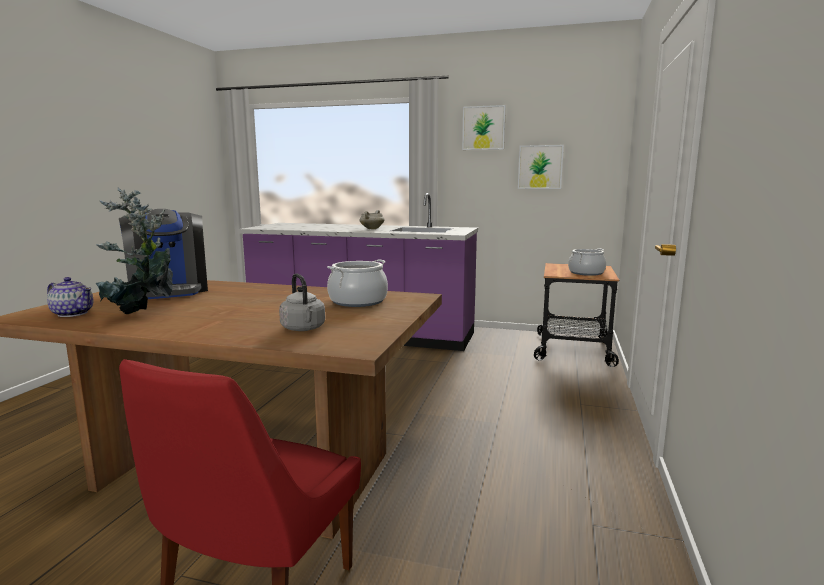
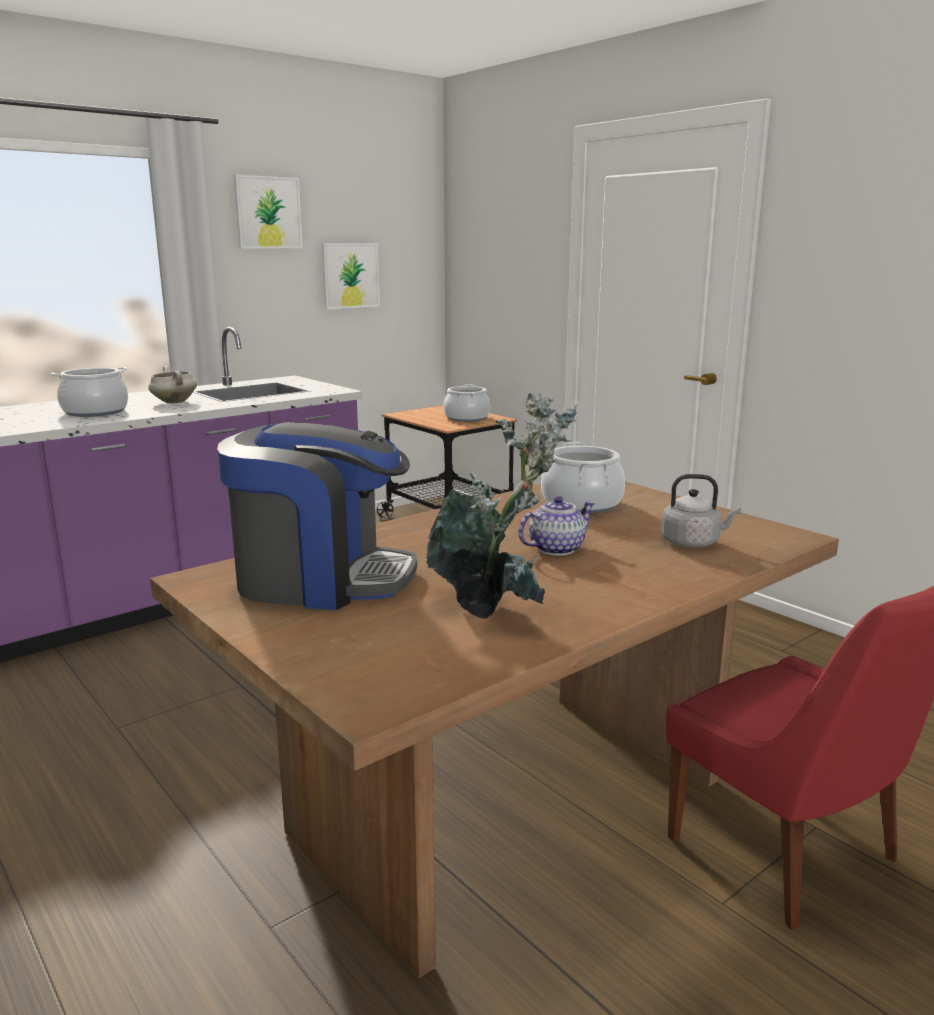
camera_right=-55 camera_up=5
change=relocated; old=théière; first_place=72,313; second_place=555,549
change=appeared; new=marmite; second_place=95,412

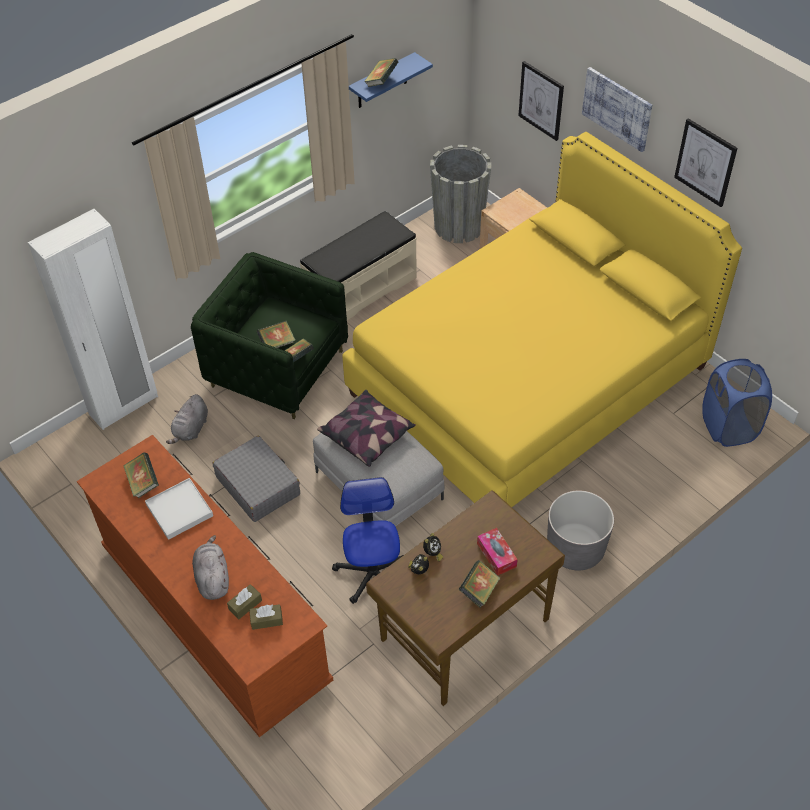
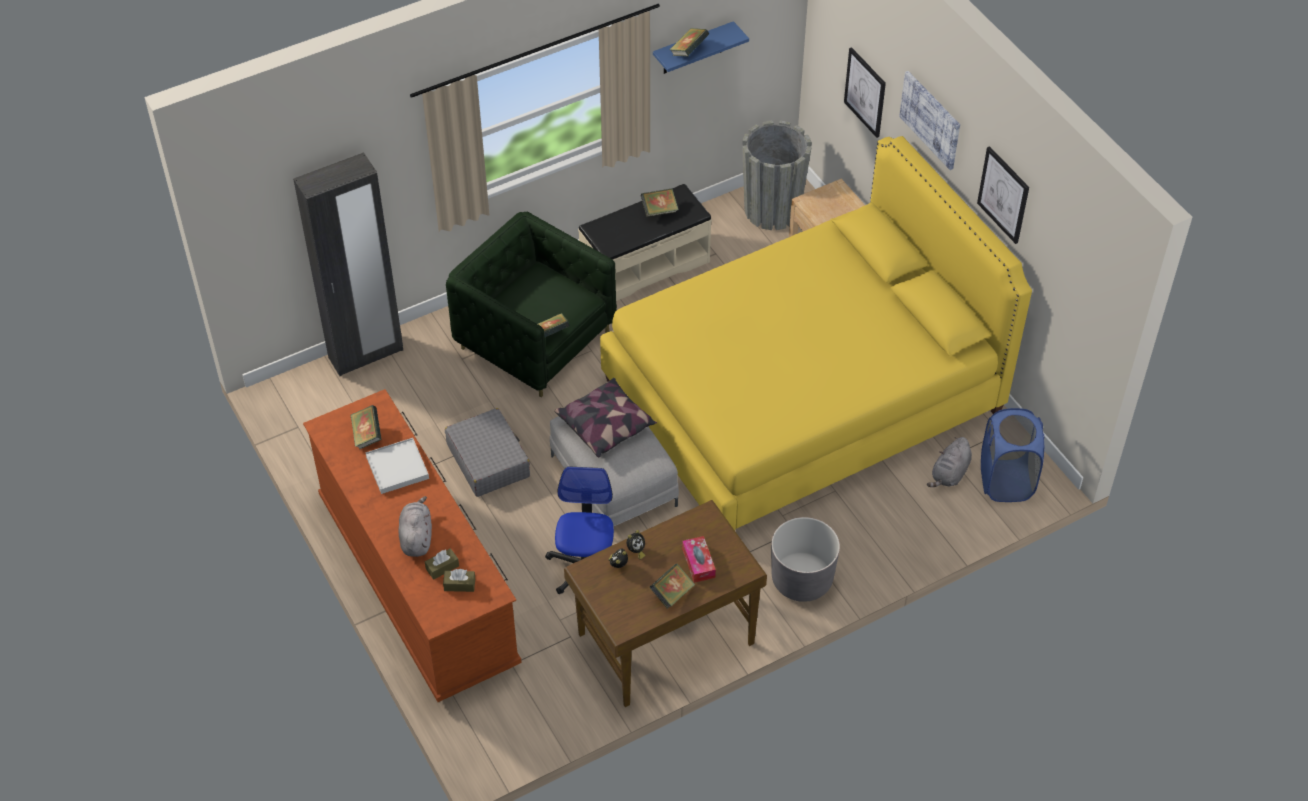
camera_right=10 camera_up=0
change=colour; old=armoire/blanc; new=armoire/noir; first_place=124,406; second_place=366,354
change=relocated; old=peluche/gris; first_place=191,429; second_place=949,474
change=relocated; old=livre; first_place=277,343; second_place=659,210

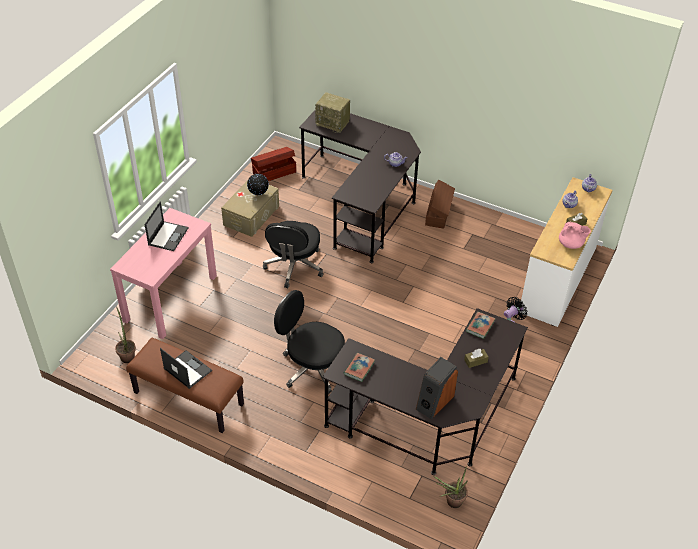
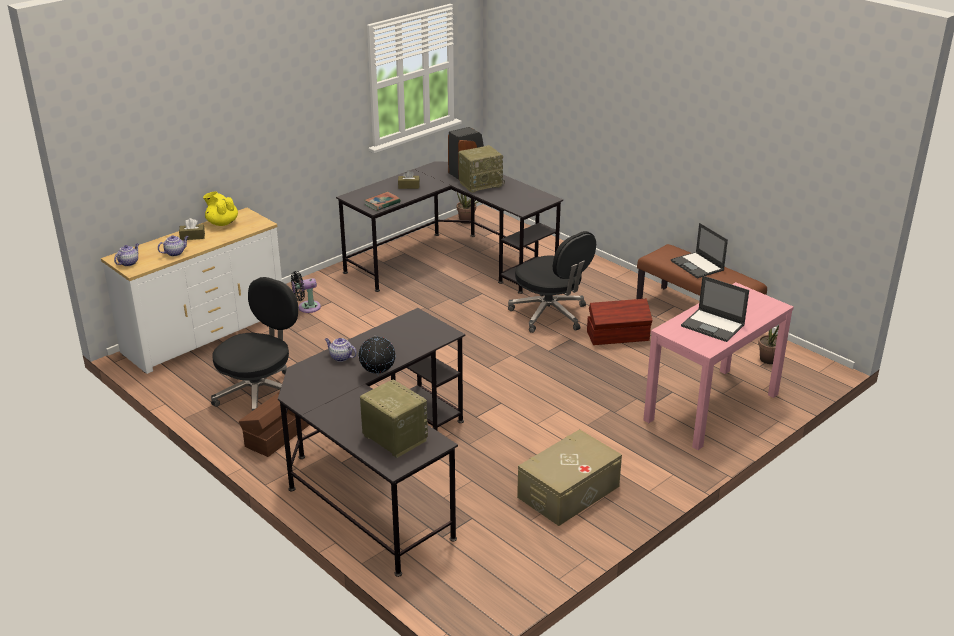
camera_right=-160 camera_up=-15
change=spun; old=ordinateur portable; first_place=168,236; second_place=713,326; degrees=-90
change=relocated; old=globe; first_place=258,194; second_place=378,374
change=relocated; old=boîte de rangement/marron; first_place=273,172; second_place=618,336
change=relocated; old=chaise de bureau/noir; first_place=294,266; second_place=260,393
change=missing; old=livre; first_place=359,368
change=colour; old=théière/rose; new=théière/jaune; first_place=571,244; second_place=222,223
change=appeared; new=radio; second_place=481,184

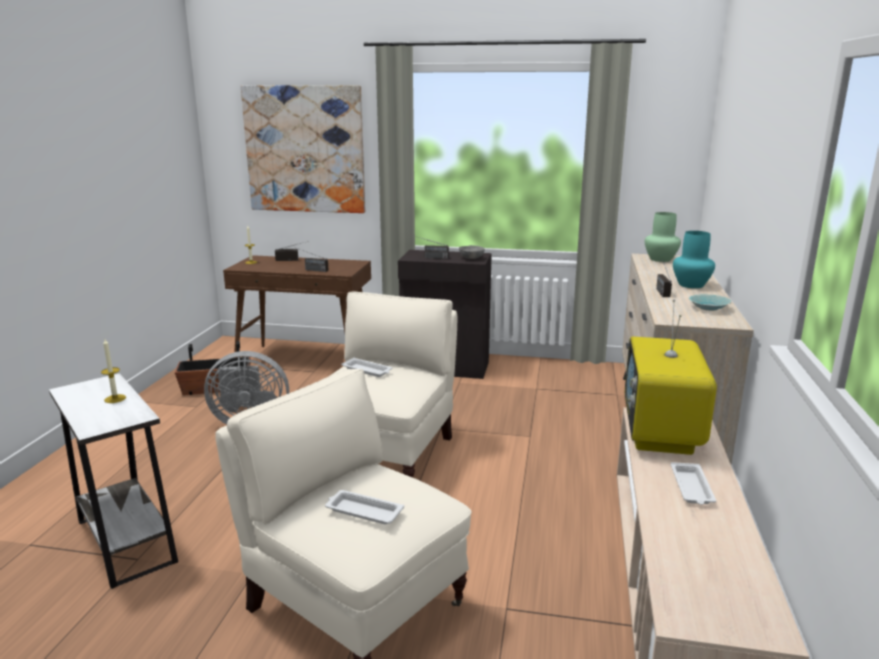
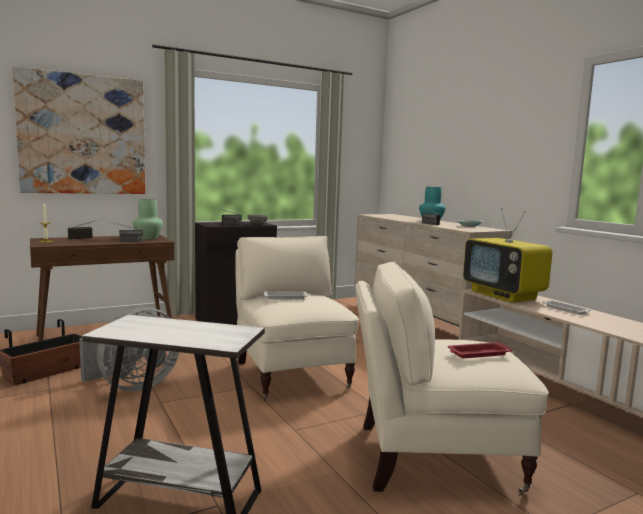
camera_right=-40 camera_up=-10
change=missing; old=bougie; first_place=115,399
change=colour; old=plateau/blanc; new=plateau/rouge; first_place=363,511; second_place=478,354
change=relocated; old=vase/vert; first_place=660,259; second_place=148,238

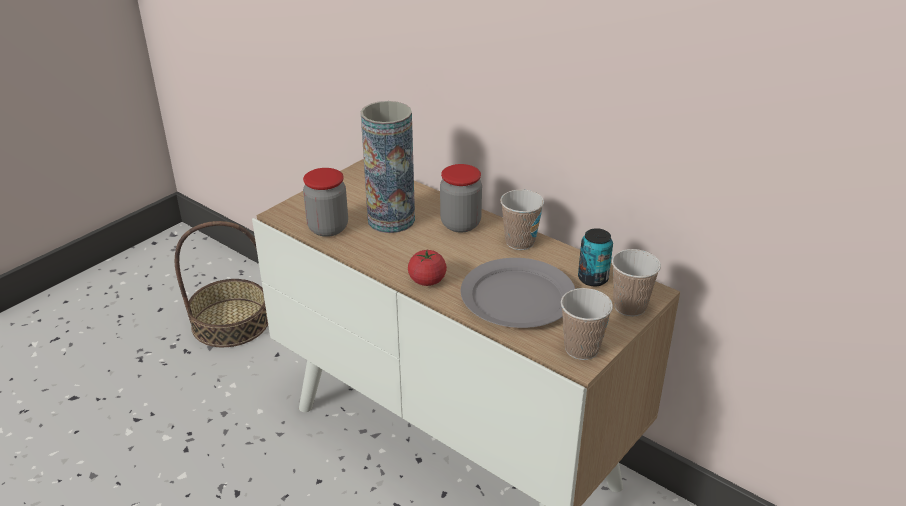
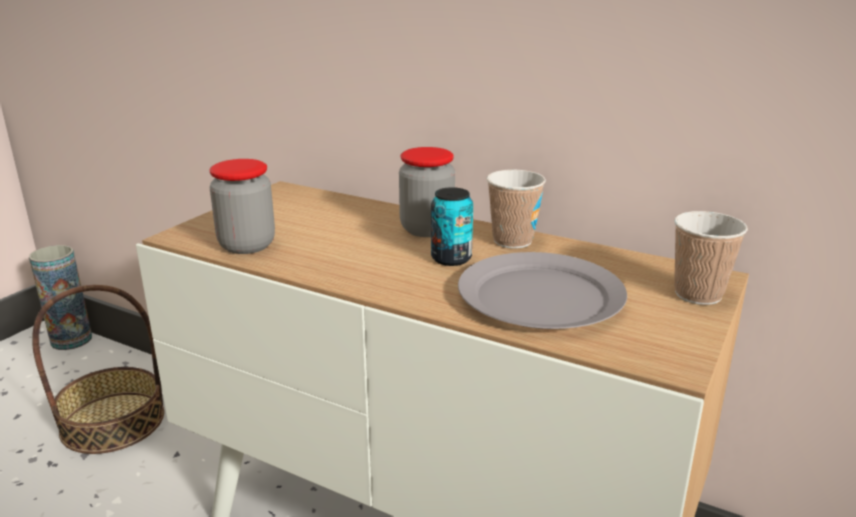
camera_right=-10 camera_up=-10
change=relocated; old=vase; first_place=391,220; second_place=71,340
change=missing; old=tomate; first_place=427,280
change=missing; old=tasse; first_place=581,349
change=relocated; old=boîte métallique; first_place=593,279; second_place=451,258

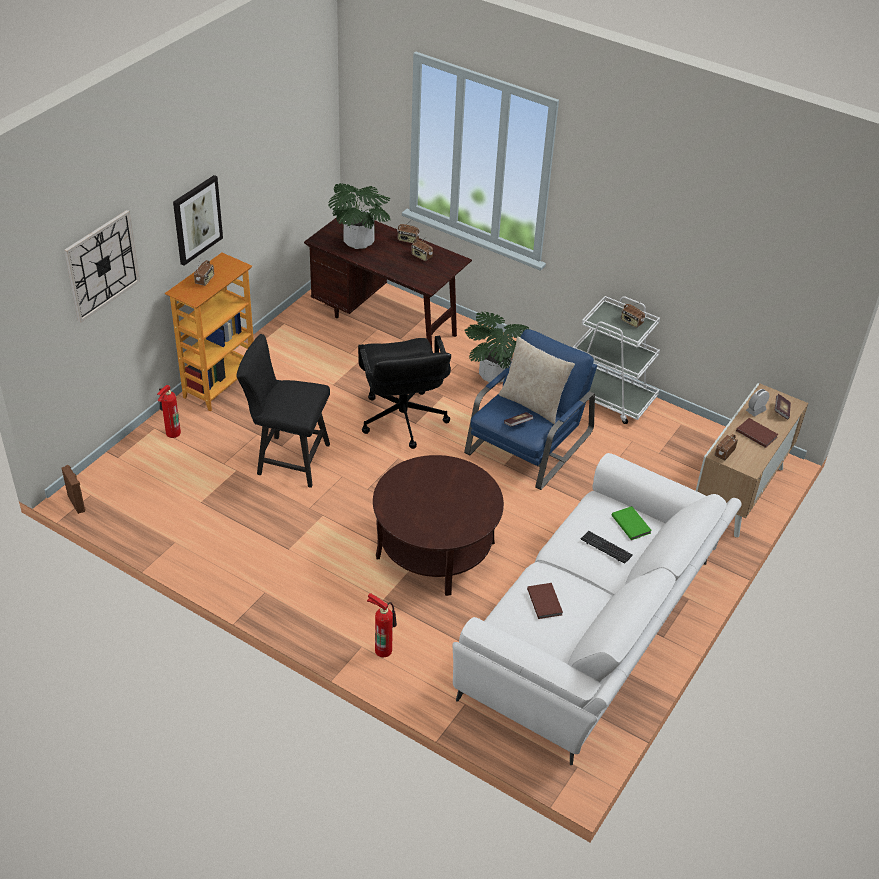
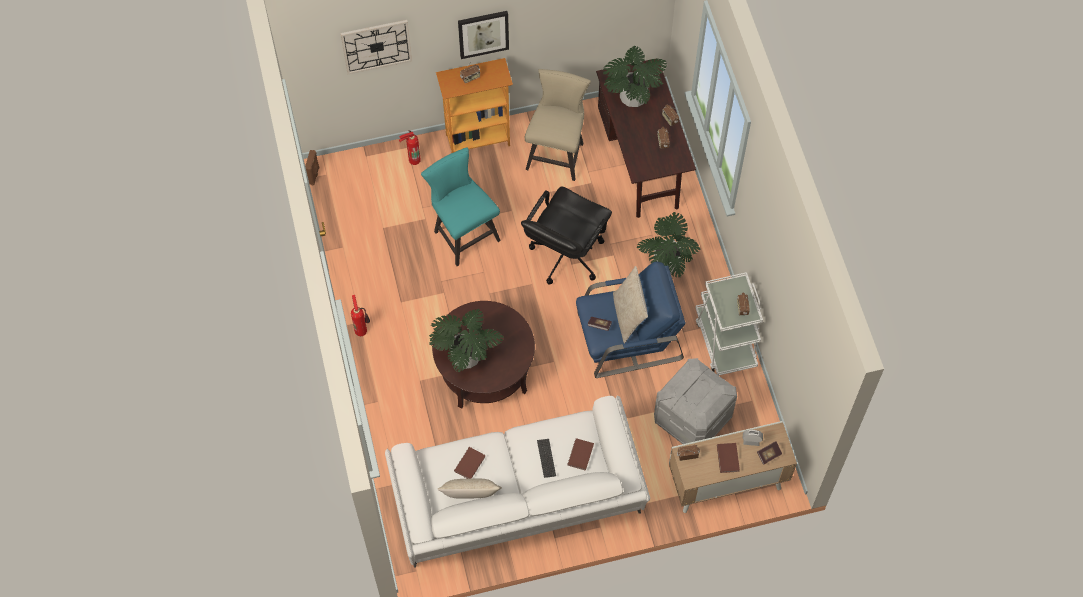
camera_right=45 camera_up=20
change=colour; old=chaise/noir; new=chaise/turquoise; first_place=287,459; second_place=463,233
change=relocated; old=extincteur; first_place=383,648; second_place=362,329
change=colour; old=livre/vert; new=livre/marron; first_place=631,523; second_place=581,454
change=appeared; new=plante en pot; second_place=466,357
change=appeared; new=coussin/beige; second_place=471,498
change=appeared; new=chaise/beige; second_place=557,153
change=appeared; new=boîte de rangement/gris; second_place=692,418

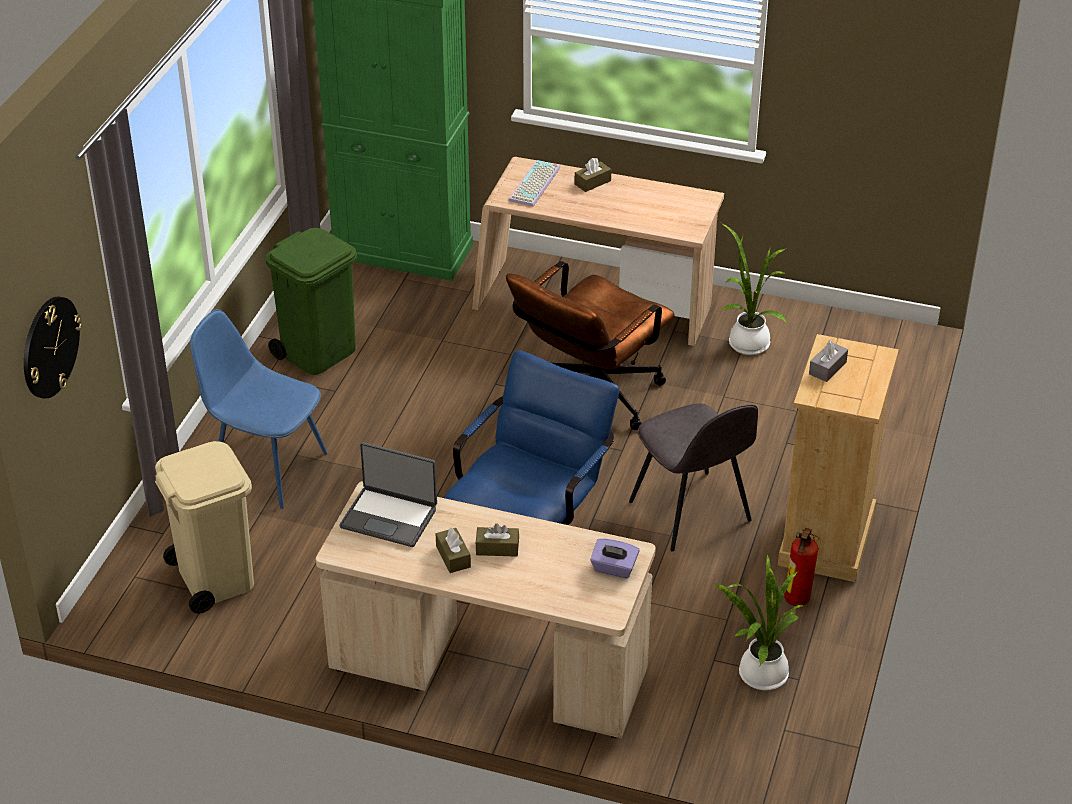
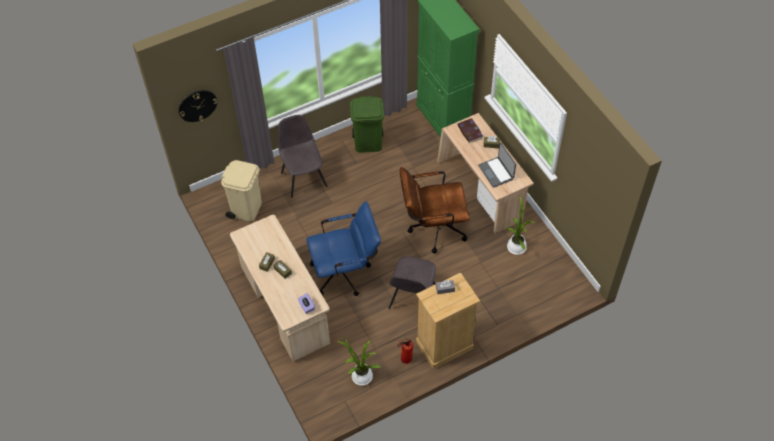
camera_right=45 camera_up=15
change=colour; old=chaise/bleu; new=chaise/gris; first_place=267,468; second_place=303,178
change=relocated; old=ordinateur portable; first_place=389,517; second_place=496,172
change=exchanged; old=clavier; new=livre; first_place=535,185; second_place=470,131

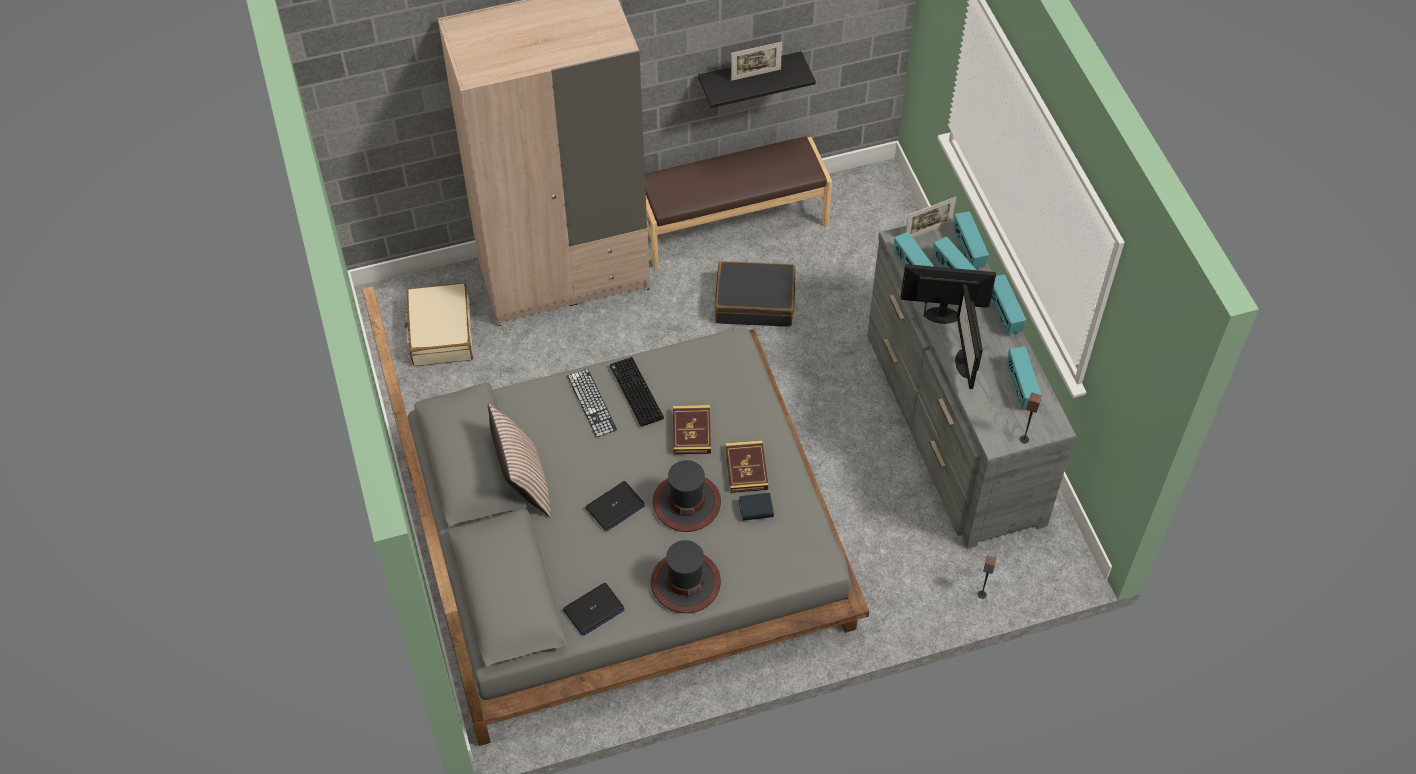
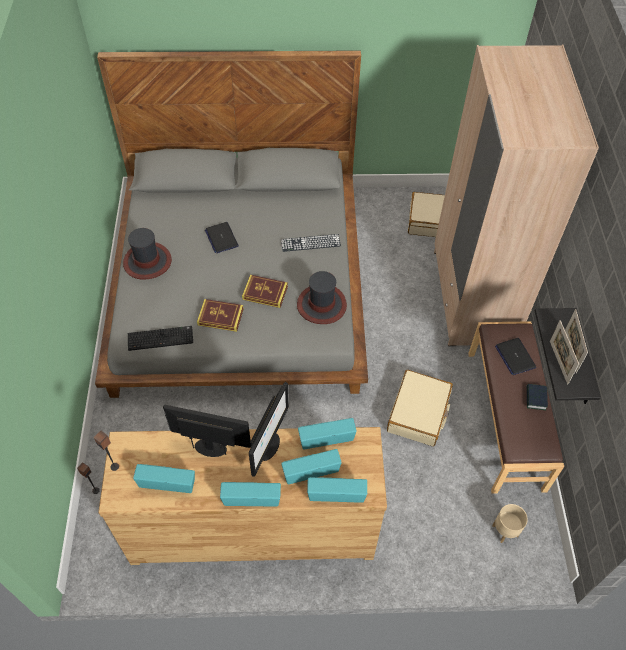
camera_right=105 camera_up=0
change=missing; old=coussin; first_place=523,483
change=relocated; old=ordinateur portable; first_place=593,610; second_place=515,357
change=relocated; old=clavier; first_place=634,392; second_place=161,338
change=relocated; old=chapeau; first_place=686,502; second_place=322,305
change=colour; old=valise/noir; new=valise/beige; first_place=755,302; second_place=419,413
change=relocated; old=livre; first_place=756,509; second_place=535,398
change=colour; old=commode/gris; new=commode/marron; first_place=952,426; second_place=252,524
change=relocated; old=cadre photo; first_place=928,231; second_place=558,362
change=appeared; new=cache-pot/beige; second_place=504,530

